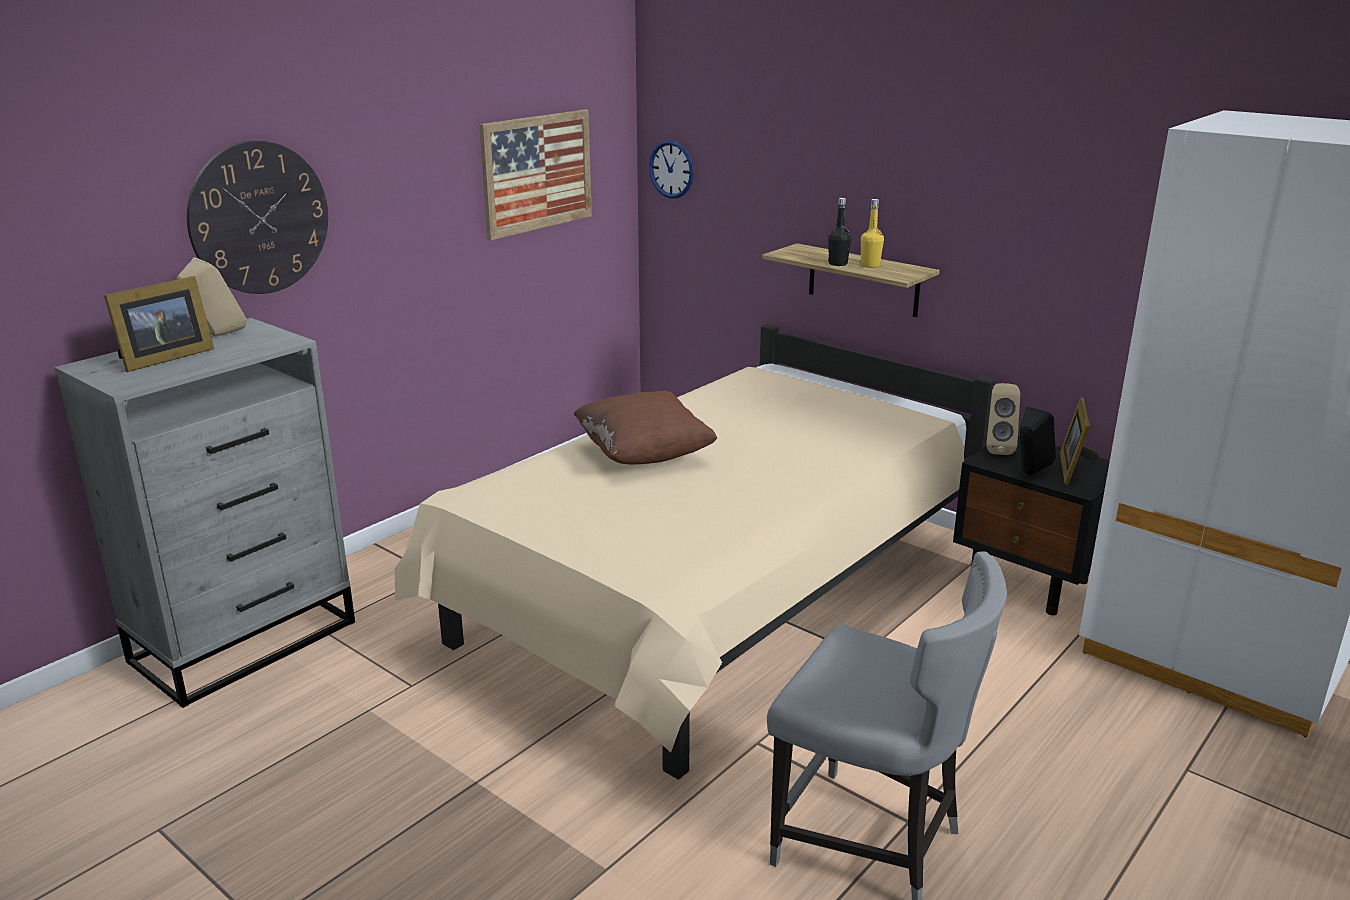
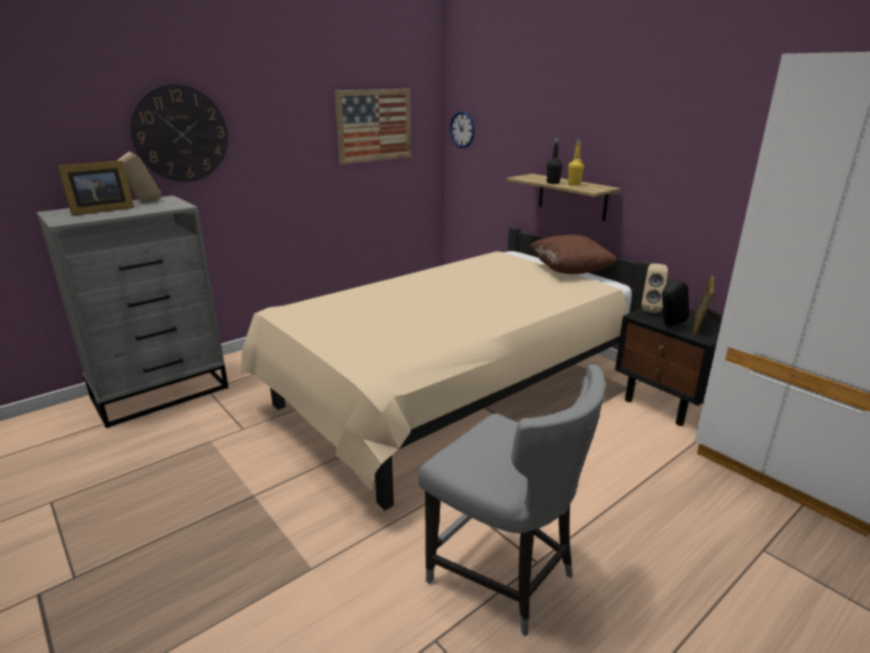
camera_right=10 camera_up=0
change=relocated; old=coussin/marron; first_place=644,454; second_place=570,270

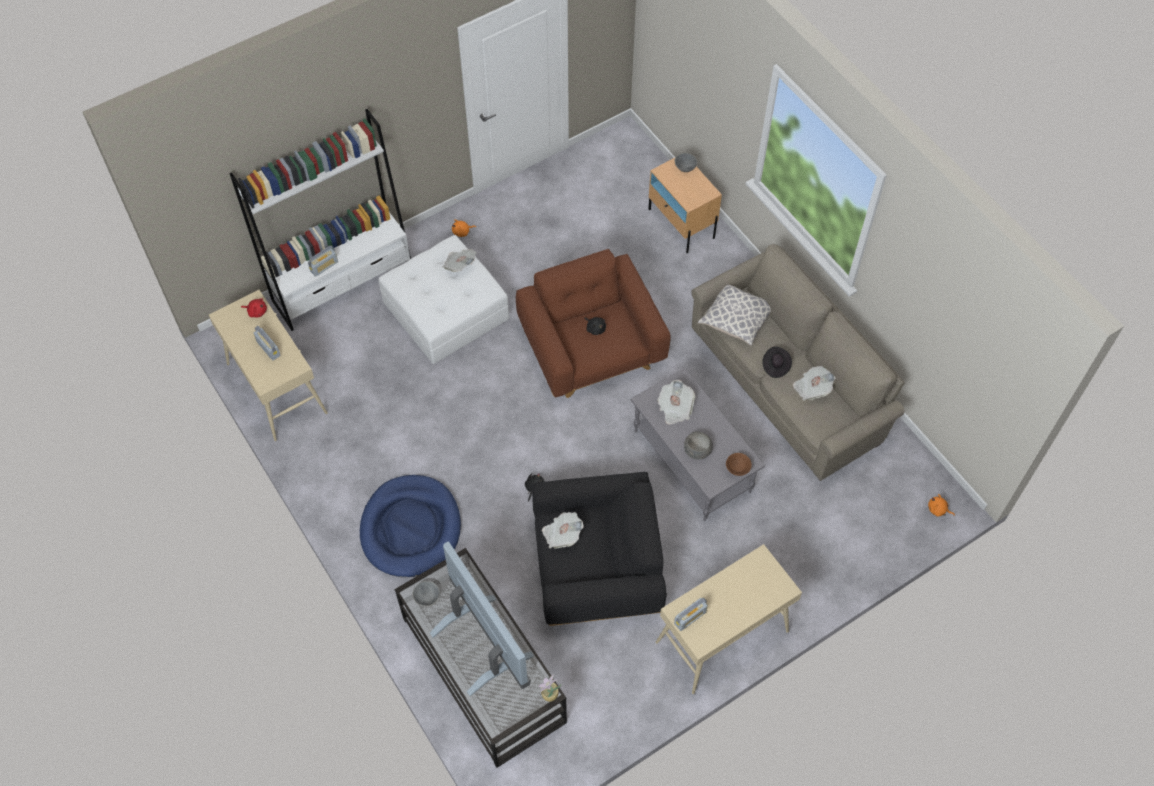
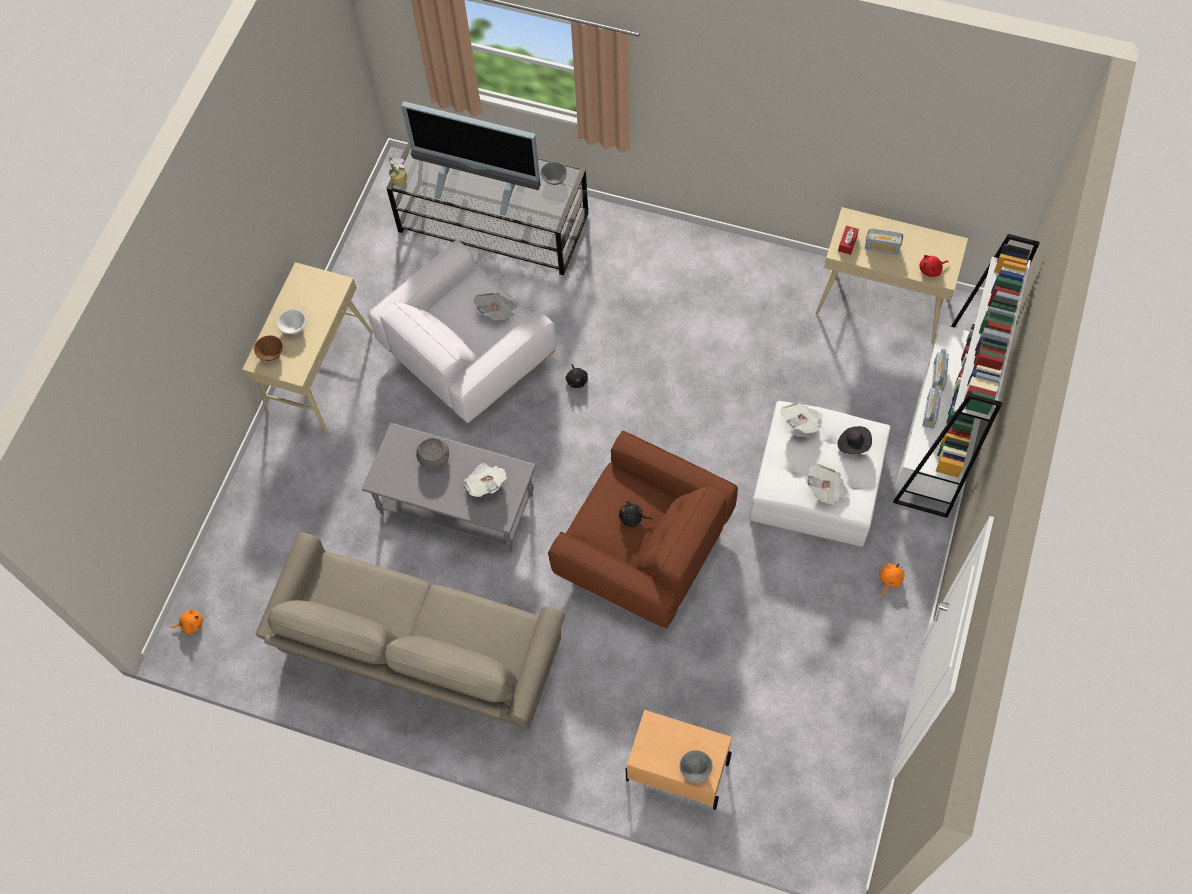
camera_right=145 camera_up=5
change=missing; old=panier pour chien/bleu; first_place=411,528
change=colour; old=fauteuil/noir; new=fauteuil/blanc; first_place=596,566; second_place=468,355
change=relocated; old=radio; first_place=690,617; second_place=930,412
change=missing; old=coussin; first_place=735,320
change=relocated; old=bol/marron; first_place=738,469; second_place=271,355
change=relocated; old=chapeau/noir; first_place=775,366; second_place=853,444
change=relocated; old=journal; first_place=812,388; second_place=802,423
change=appeared; new=bol/blanc; second_place=294,327
change=appeared; new=boîte à mouchoirs/rouge; second_place=847,243

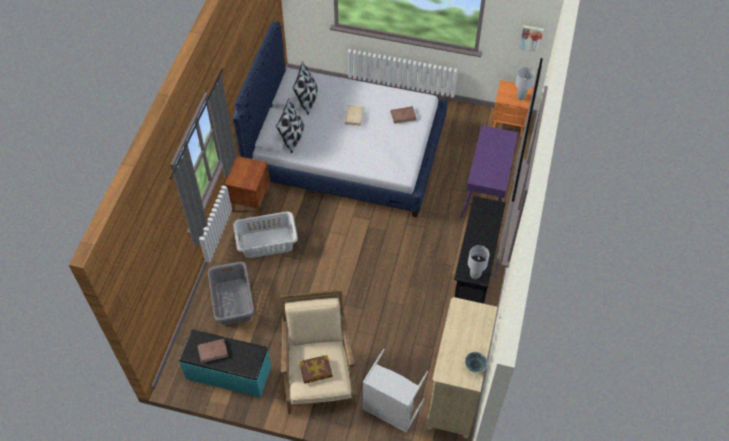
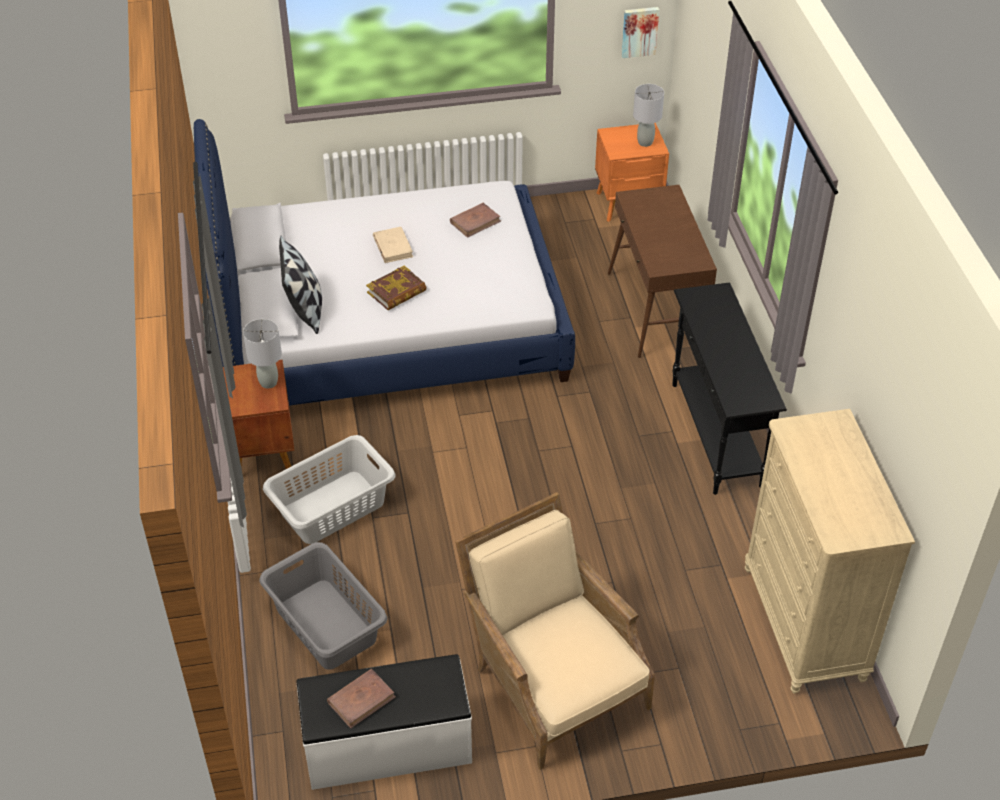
camera_right=-25 camera_up=-10
change=colour; old=banc/turquoise; new=banc/blanc; first_place=228,373; second_place=388,746
change=missing; old=coussin; first_place=307,100
change=relocated; old=livre; first_place=316,371; second_place=397,292
change=missing; old=panier à linge/gris; first_place=390,410
change=colour; old=table console/violet; new=table console/marron; first_place=486,193; second_place=656,311
change=missing; old=bol; first_place=475,366
change=relocated; old=lampe de table/gris; first_place=475,275; second_place=268,382

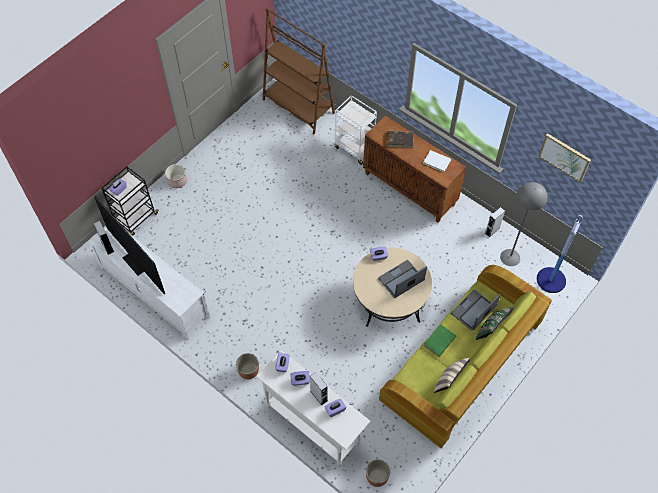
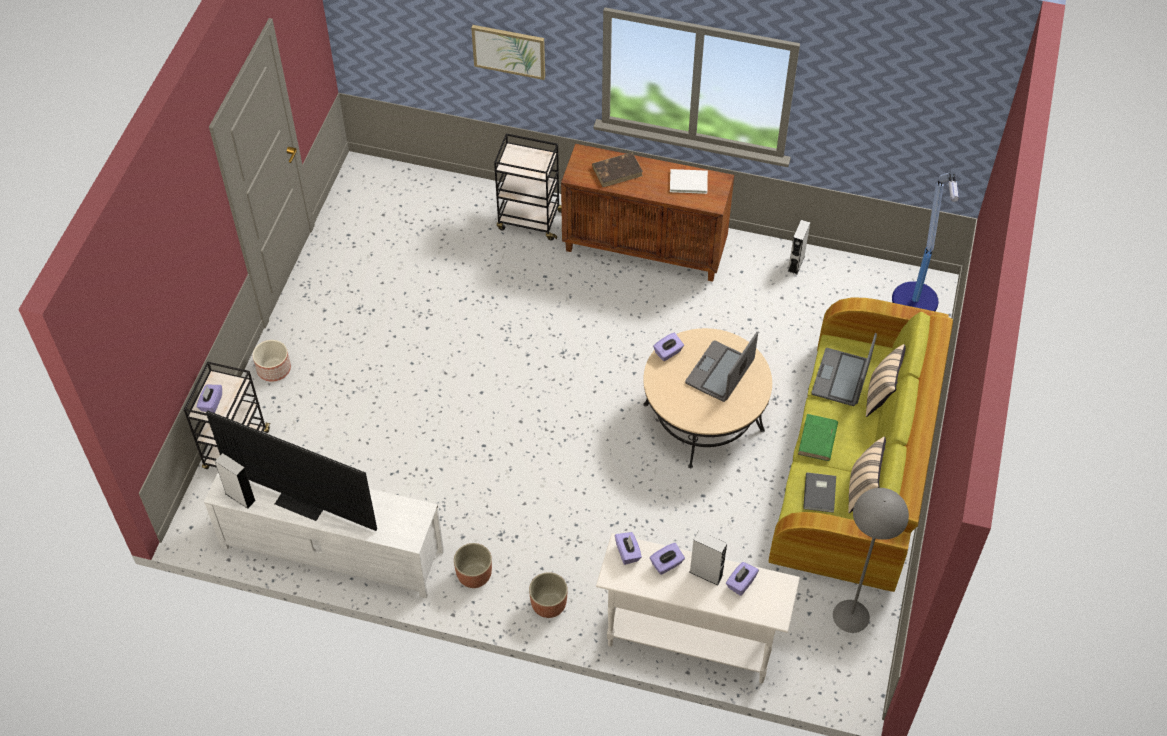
camera_right=-25 camera_up=-5
change=missing; old=bibliothèque/marron; first_place=298,106
change=colour; old=chariot/blanc; new=chariot/noir; first_place=355,148; second_place=529,220
change=relocated; old=cache-pot; first_place=377,477; second_place=474,575
change=colour; old=coussin/vert; new=coussin/beige; first_place=491,331; second_place=882,396
change=relocated; old=lampadaire/gris; first_place=510,257; second_place=851,616
change=relocated; old=tableau; first_place=564,157; second_place=509,51
change=appeared; new=livre/gris; second_place=820,493

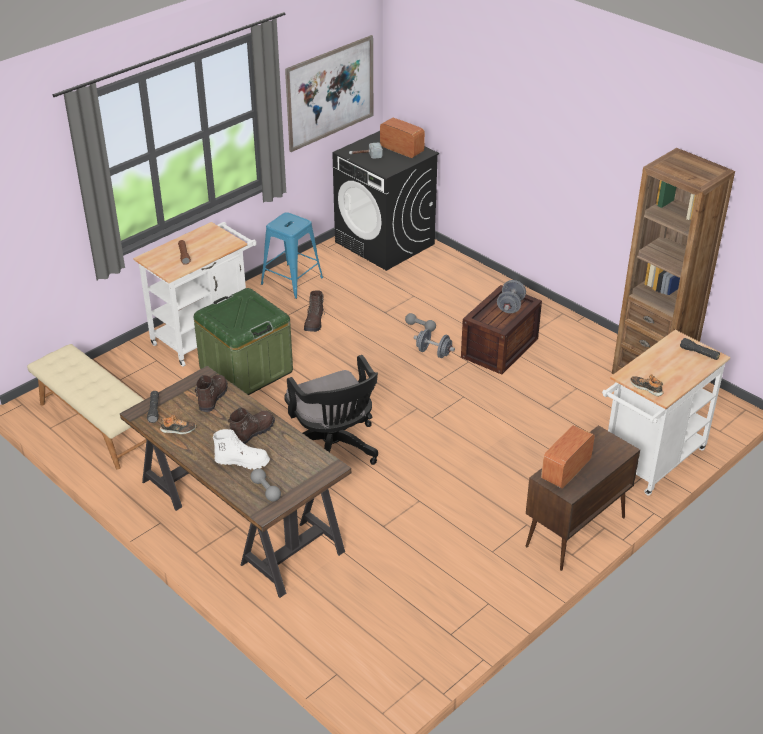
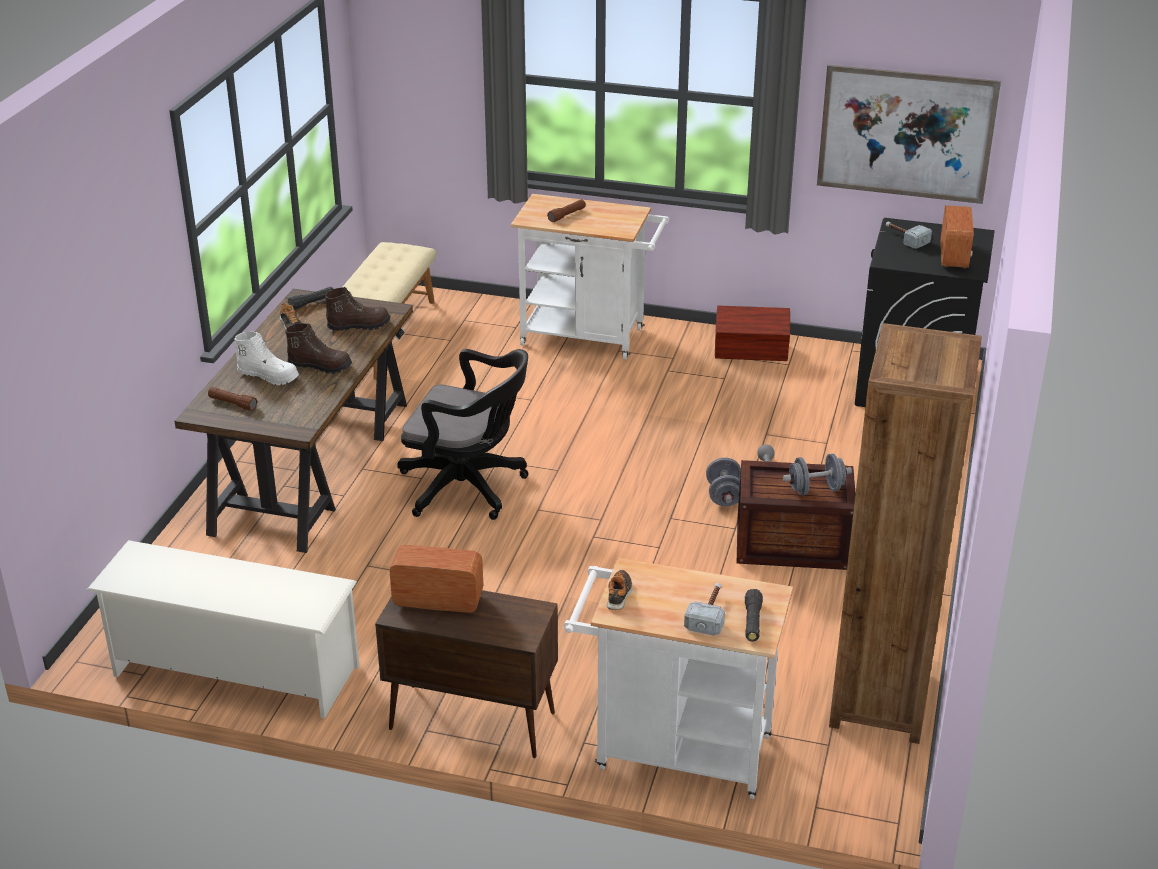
camera_right=60 camera_up=-5
change=missing; old=boîte de rangement/vert; first_place=246,370
change=spun; old=botte/blanc; first_place=242,461; second_place=269,376; degrees=-45
change=exchanged; old=haltère/gris; new=lampe de poche/marron; first_place=266,490; second_place=233,404
change=exchanged; old=tabouret/bleu; new=boîte de rangement/marron; first_place=292,281; second_place=751,352
change=spun; old=chaise de bureau/noir; first_place=334,450; second_place=469,488; degrees=-105
change=missing; old=botte/marron; first_place=314,322
change=appeared; new=étagère à chaussures/blanc; second_place=234,671
change=appeared; new=marteau; second_place=709,613

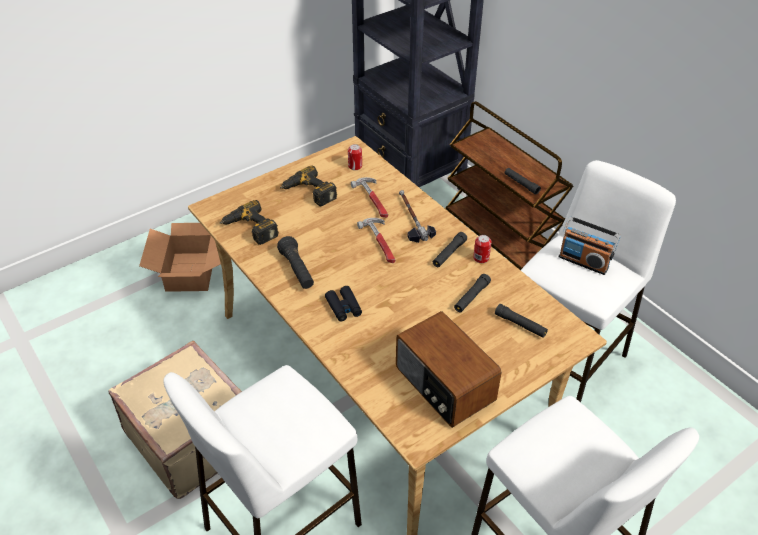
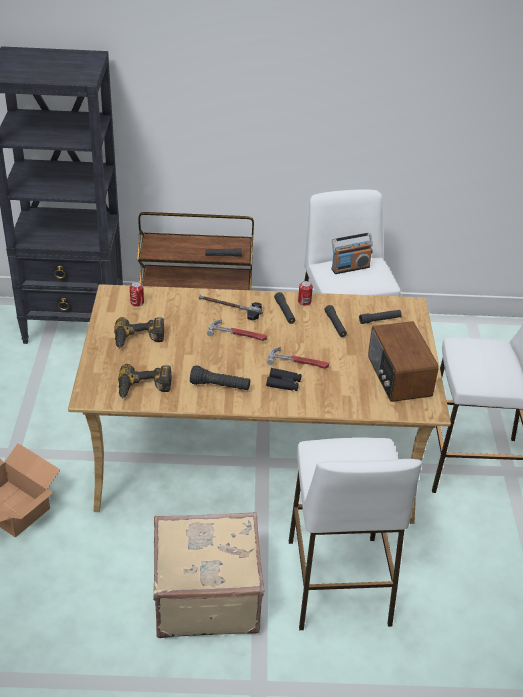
camera_right=-55 camera_up=-5
change=relocated; old=marteau; first_place=374,200; second_place=298,362
change=spun; old=radio; first_place=443,385; second_place=398,376; degrees=75

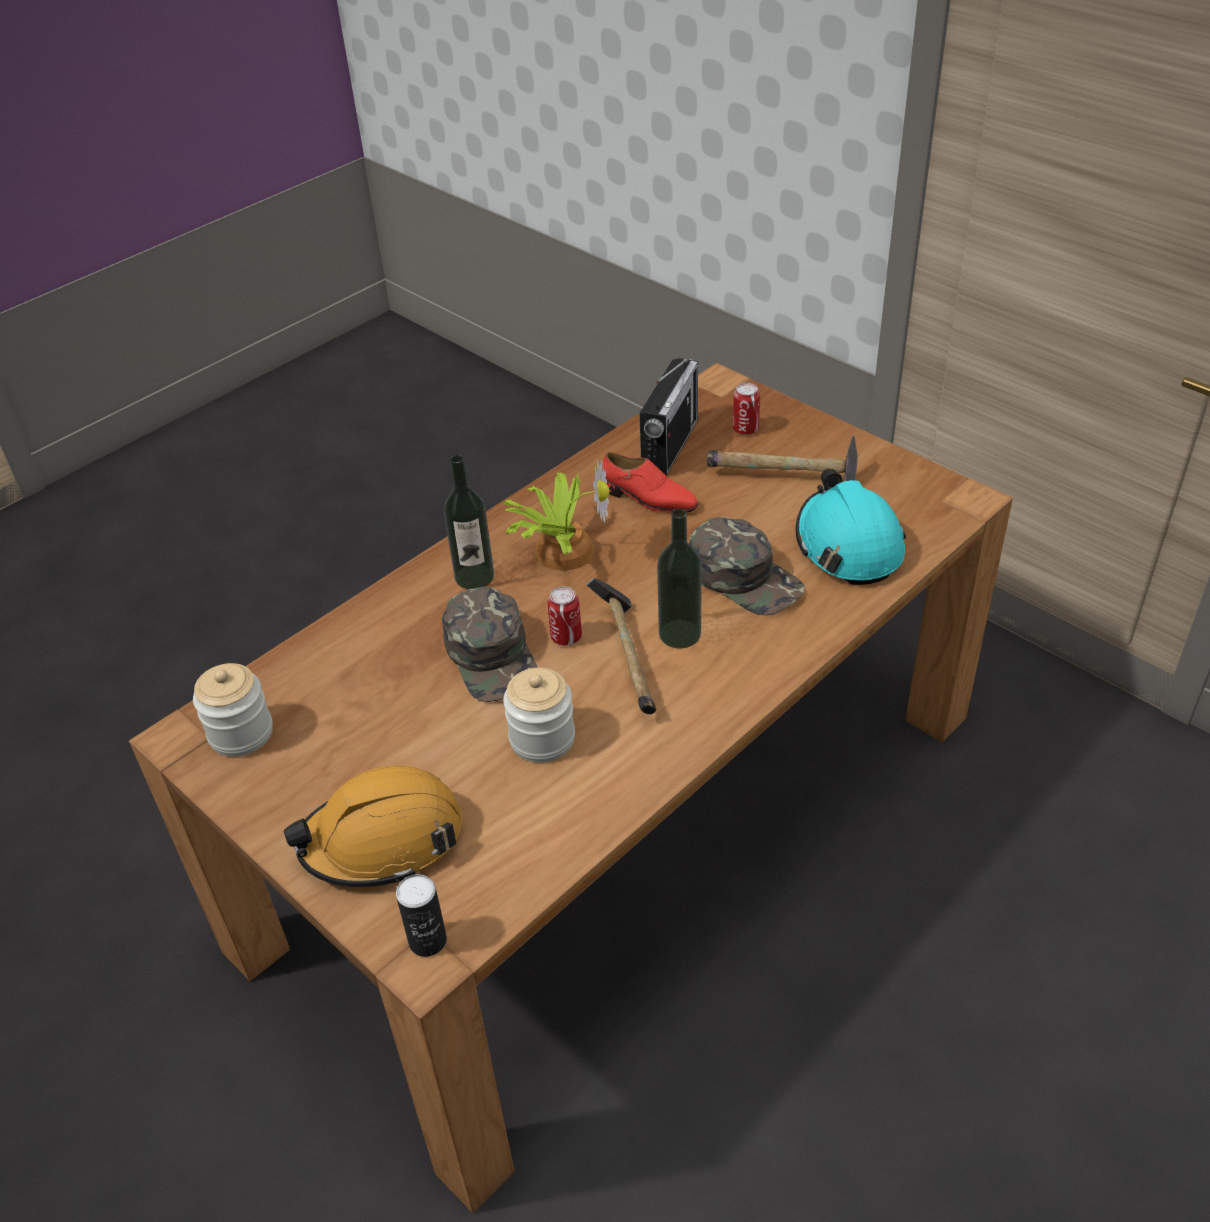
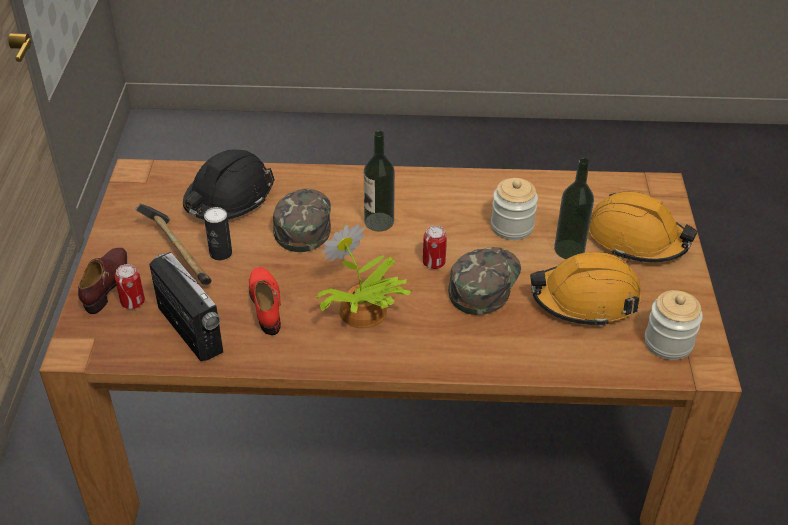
camera_right=-135 camera_up=0
change=relocated; old=boîte métallique; first_place=427,940; second_place=221,253
change=relocated; old=bouteille; first_place=474,576; second_place=569,249
change=missing; old=marteau; first_place=628,658
change=spun; old=radio; first_place=670,445; second_place=190,329; degrees=75
change=colour; old=casque de chantier/turquoise; new=casque de chantier/noir; first_place=848,544; second_place=228,198
change=appeared; new=chaussure/marron; second_place=107,284
change=appeared; new=casque de chantier/orange; second_place=585,299

